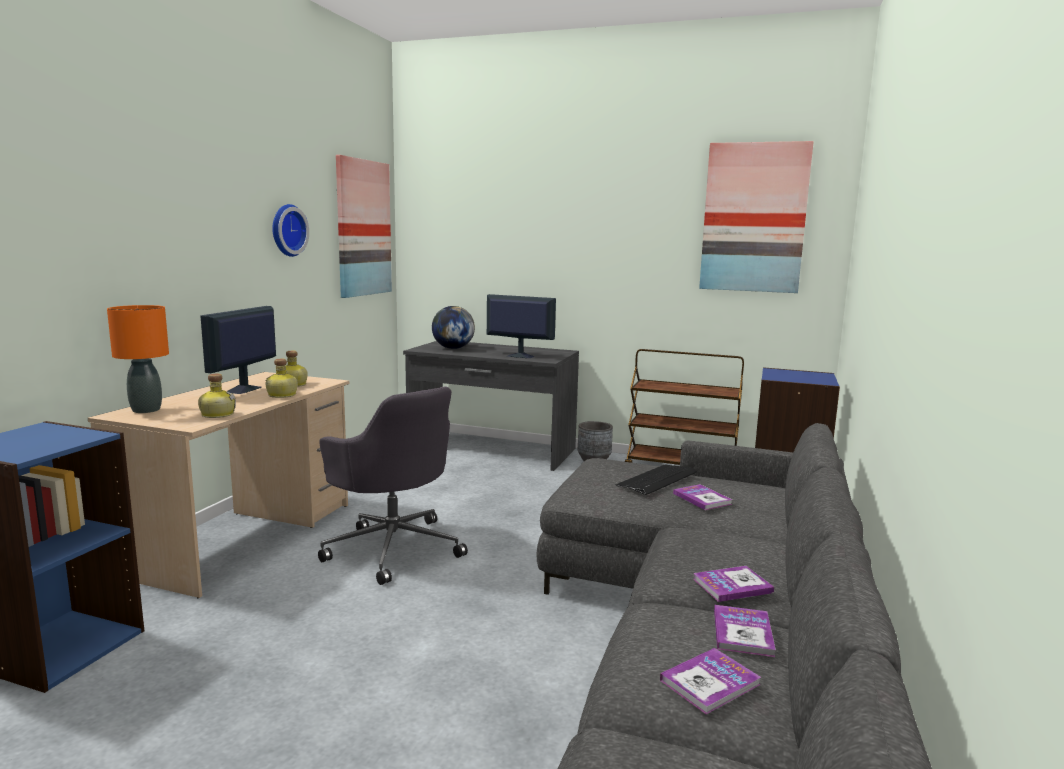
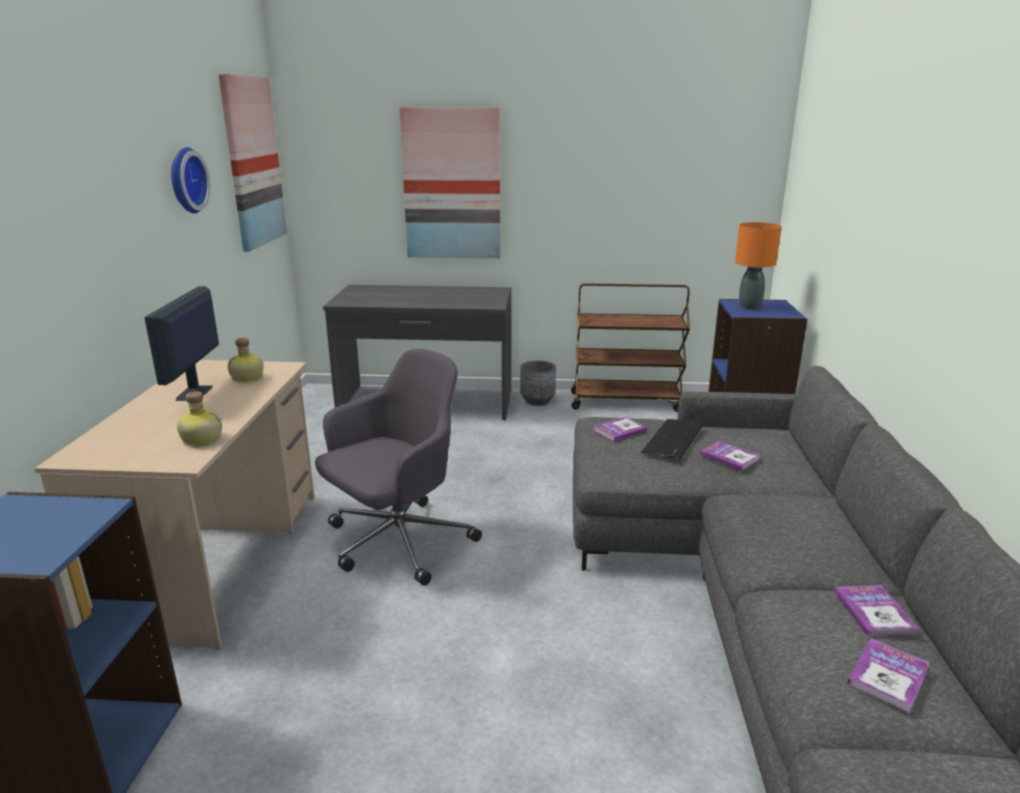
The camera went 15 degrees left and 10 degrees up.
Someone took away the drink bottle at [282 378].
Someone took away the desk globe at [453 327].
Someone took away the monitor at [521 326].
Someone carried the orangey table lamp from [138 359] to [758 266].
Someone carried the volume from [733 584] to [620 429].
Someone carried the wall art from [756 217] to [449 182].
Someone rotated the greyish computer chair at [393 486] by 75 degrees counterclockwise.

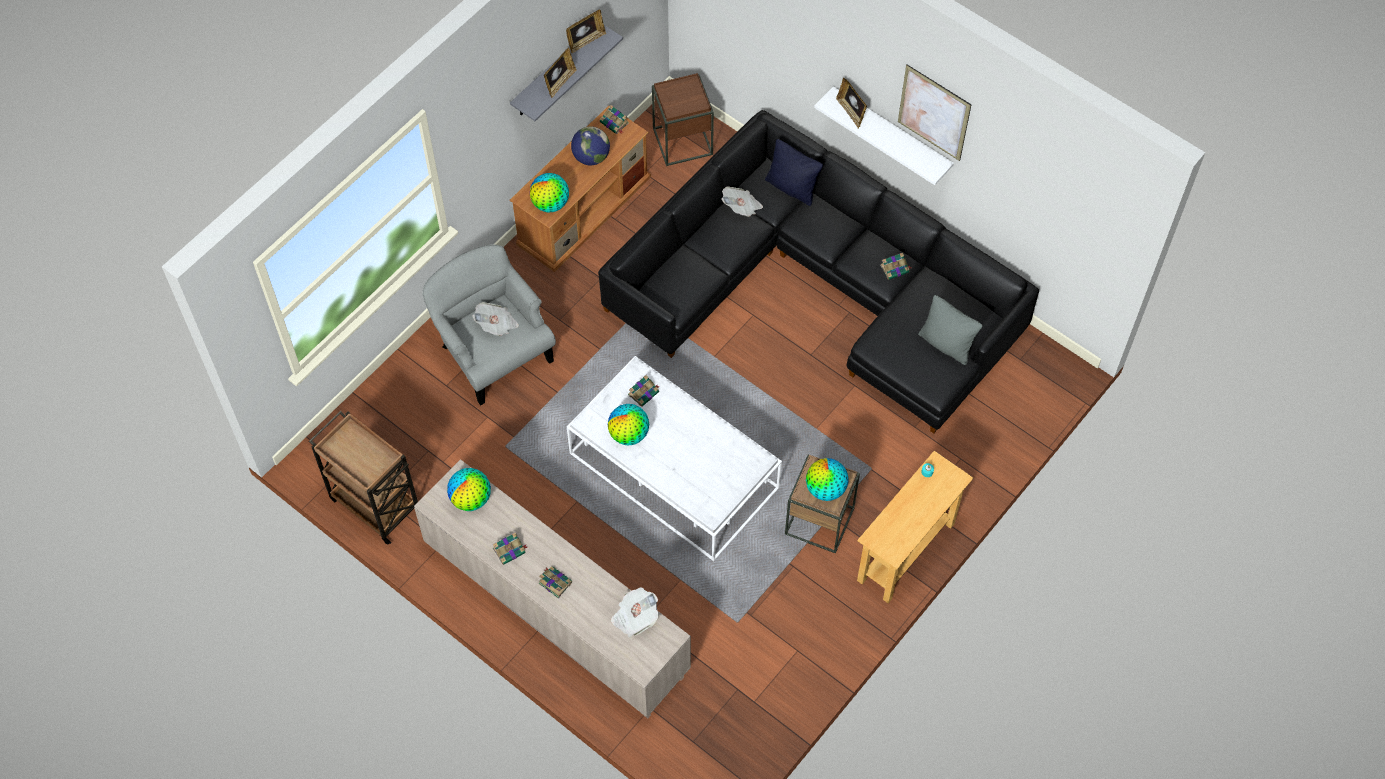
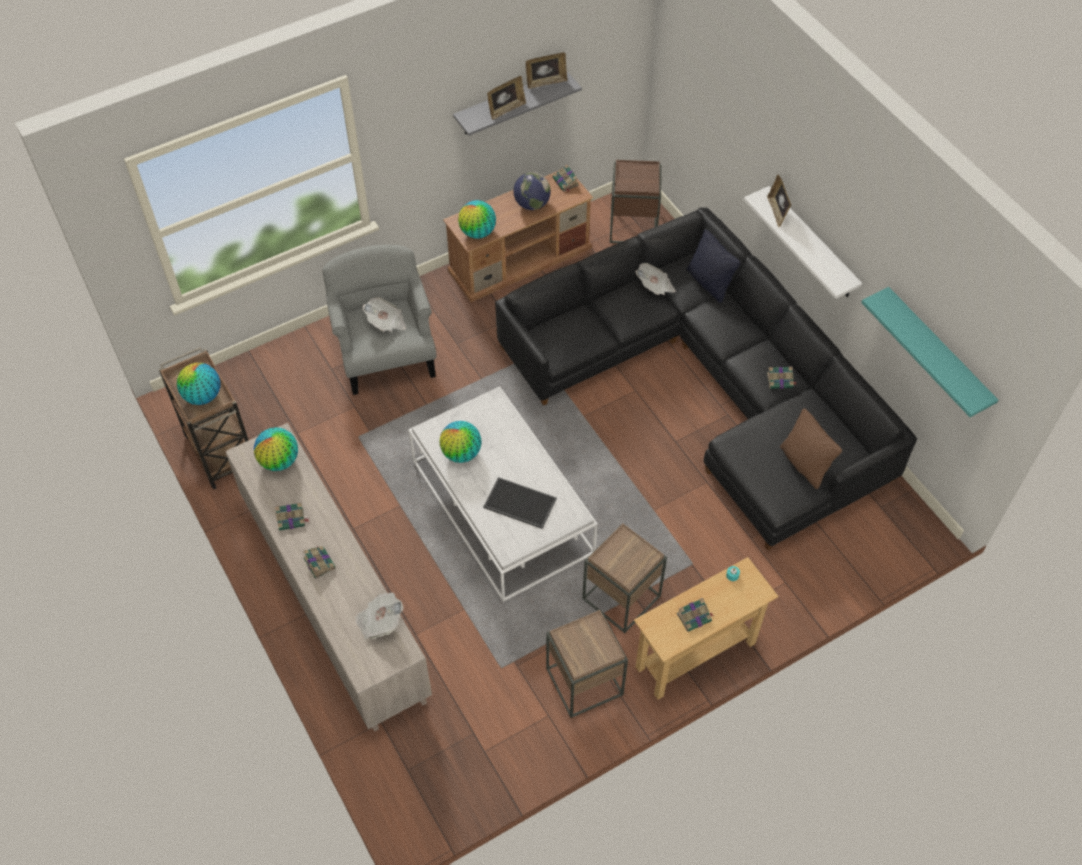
The camera went 20 degrees right and 5 degrees down.
Someone took away the wall art at [934 113].
Someone put down the tray at [520 503].
Someone put down the brown accent table at [587 664].
Someone put up the turquoise bracket shelf at [929 352].
Someone carried the volume from [644 391] to [695 615].
Someone carried the desk globe from [827 479] to [199 384].
Someone repainted the greyish pillow at [950 330], which became the brown pillow at [811 448].

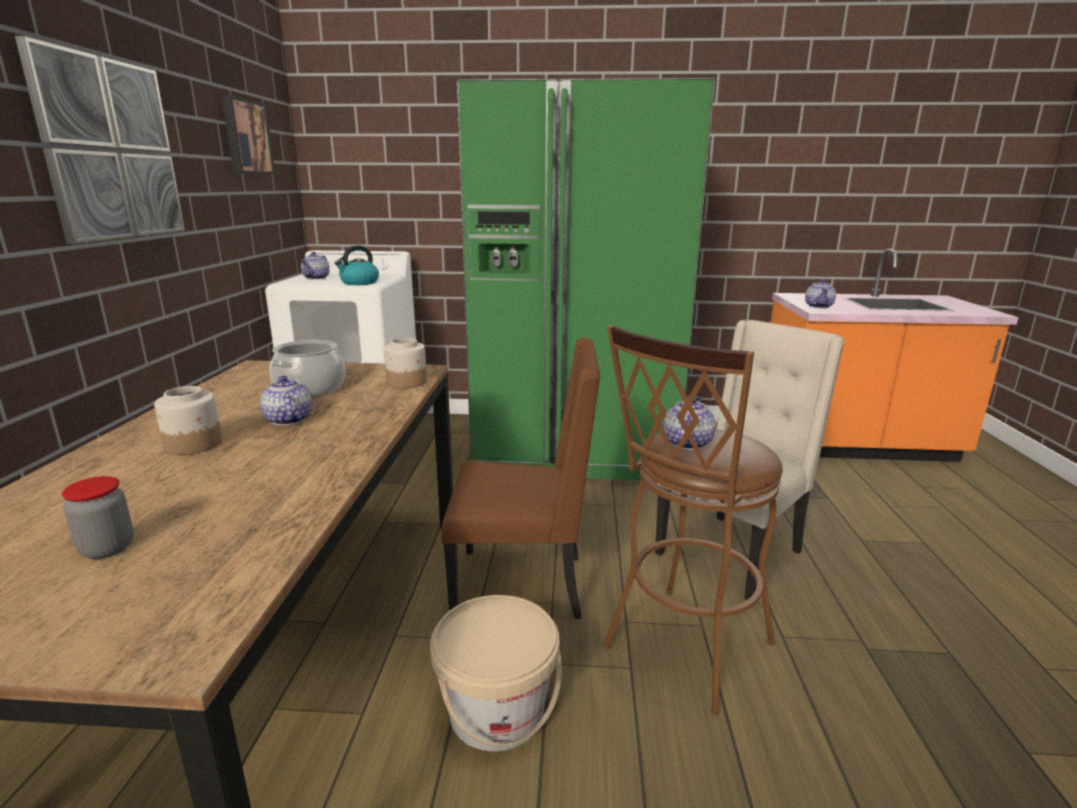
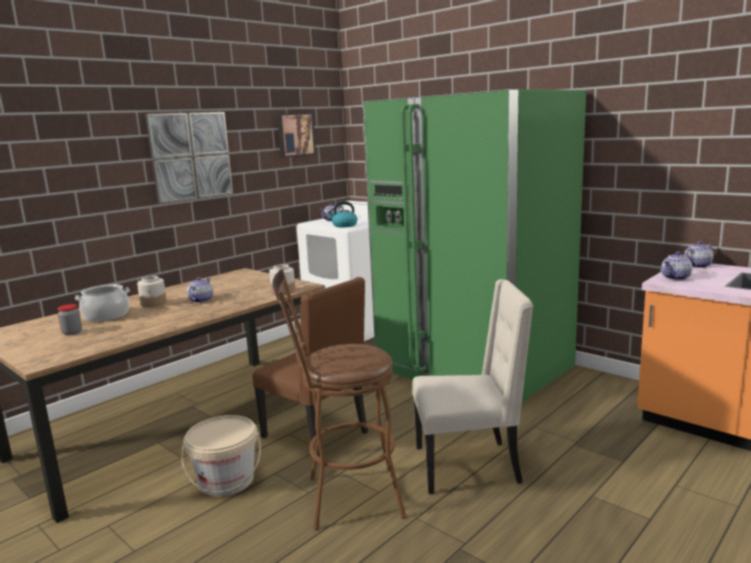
The camera went 40 degrees right and 5 degrees down.
Someone carried the saucepot from [307 368] to [102 303].
Someone carried the tea pot from [689 423] to [699 254].

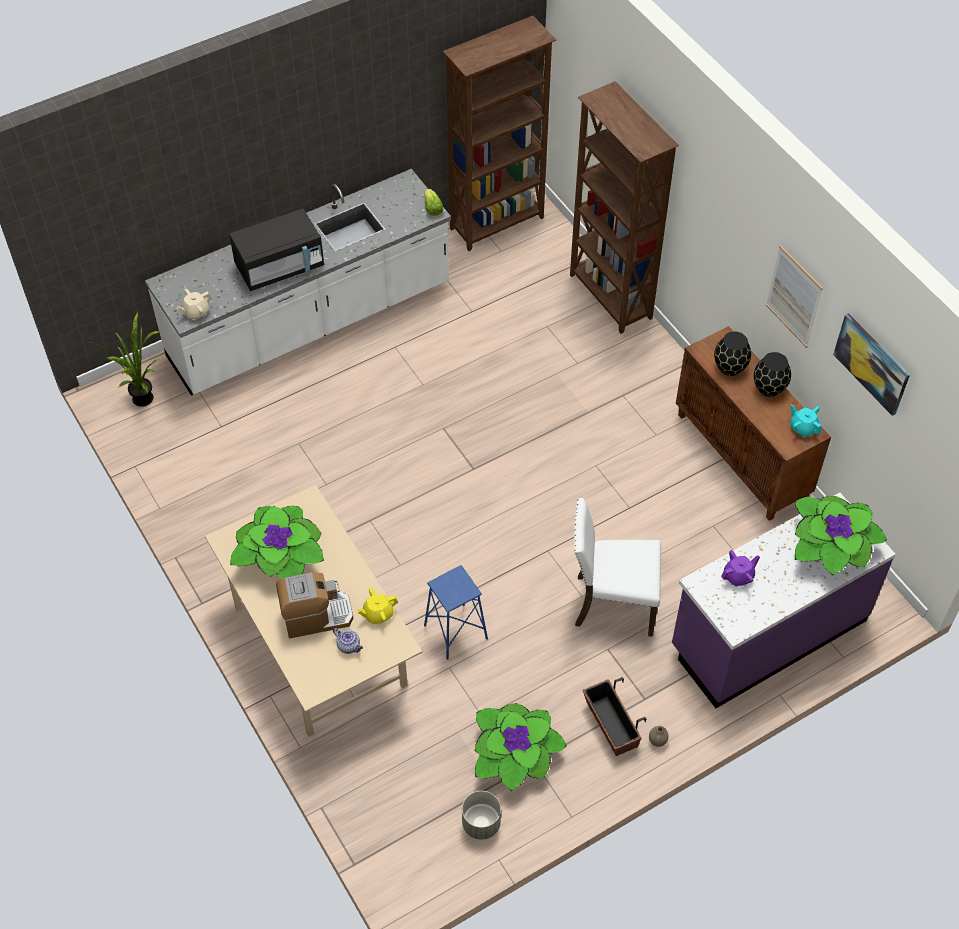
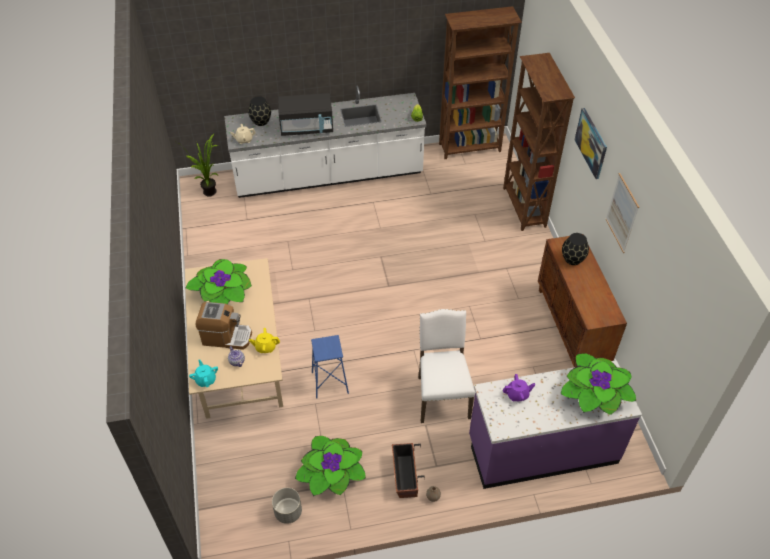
The camera went 20 degrees right and 5 degrees down.
Someone carried the blackish vase from [772 374] to [259 111].
Someone carried the turquoise tea pot from [805 420] to [203 373].
Someone carried the wall art from [871 364] to [591 143].
Someone rotated the white chair at [617 567] by 60 degrees clockwise.

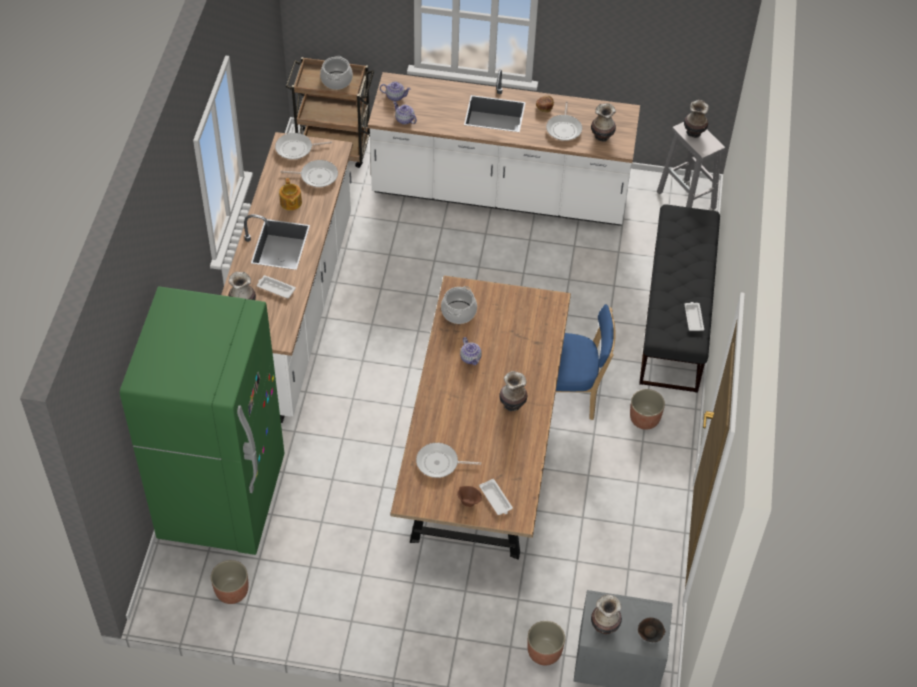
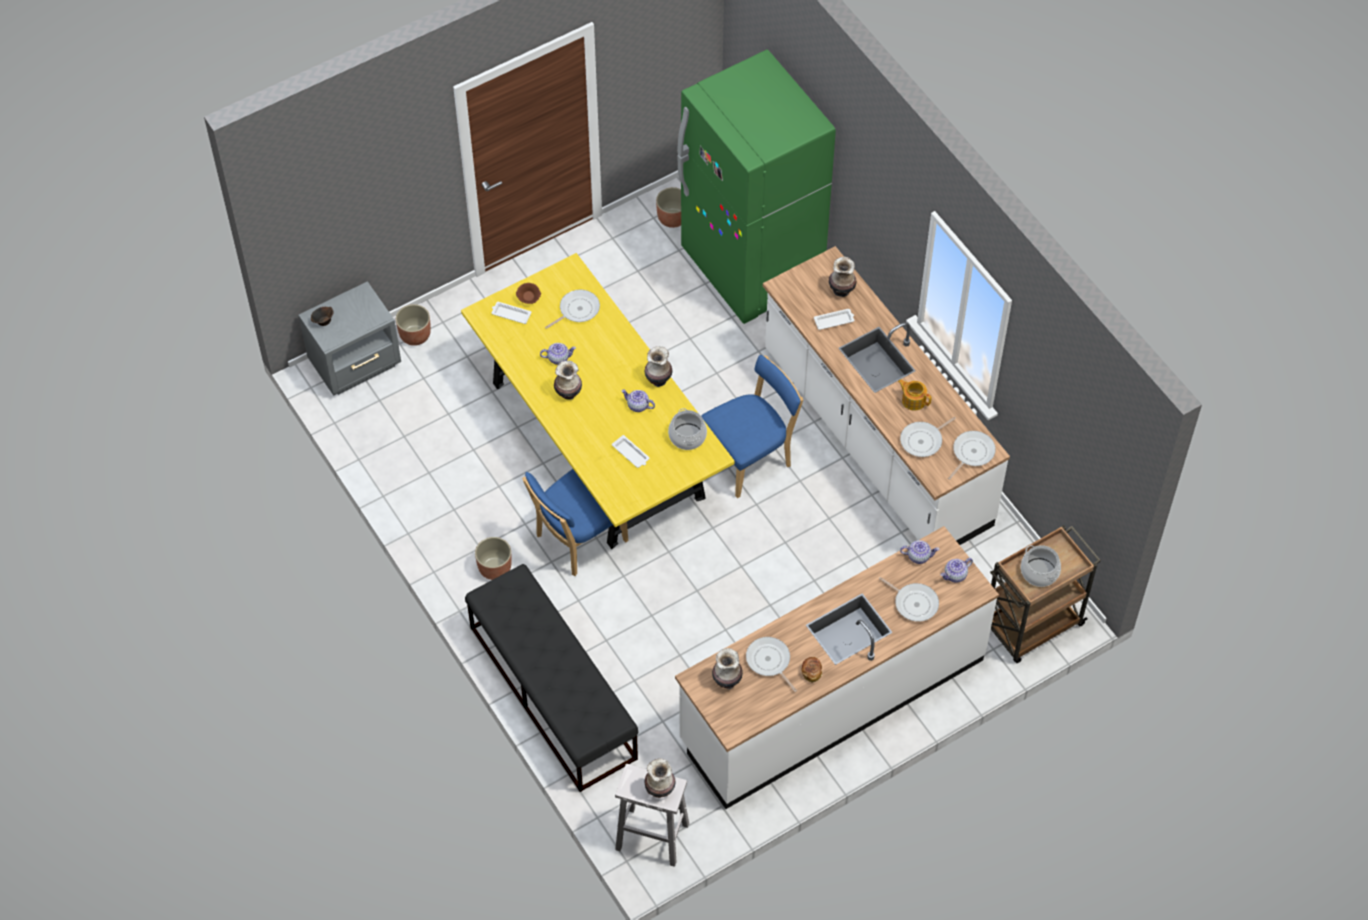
The camera went 140 degrees right and 5 degrees up.
Someone put down the tea pot at [558 354].
Someone put down the blue-coloured chair at [752 426].
Someone put down the frying pan at [909 599].
Someone carried the vase from [606 614] to [659 366].
Someone carried the white tray from [694 316] to [631 451].
Someone repainted the brown dinner table at [481 418], which became the yellowish dinner table at [598 401].

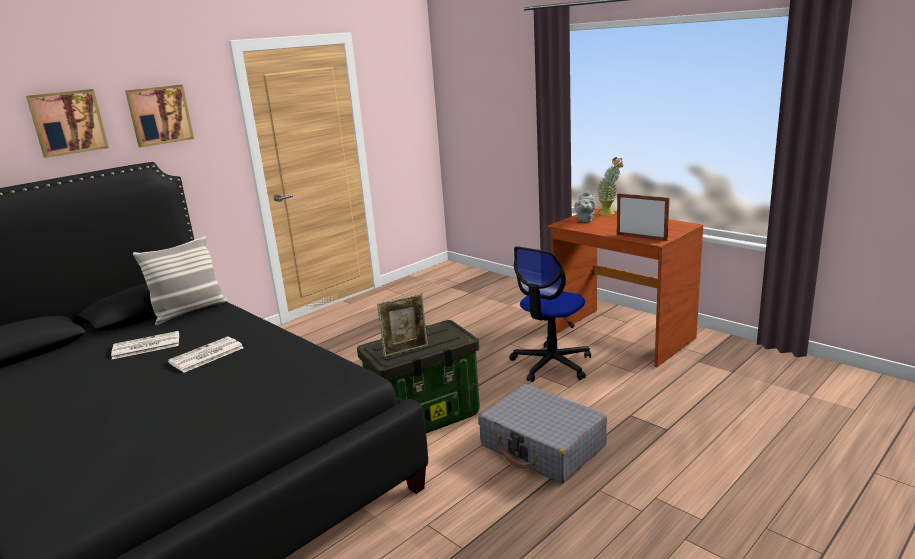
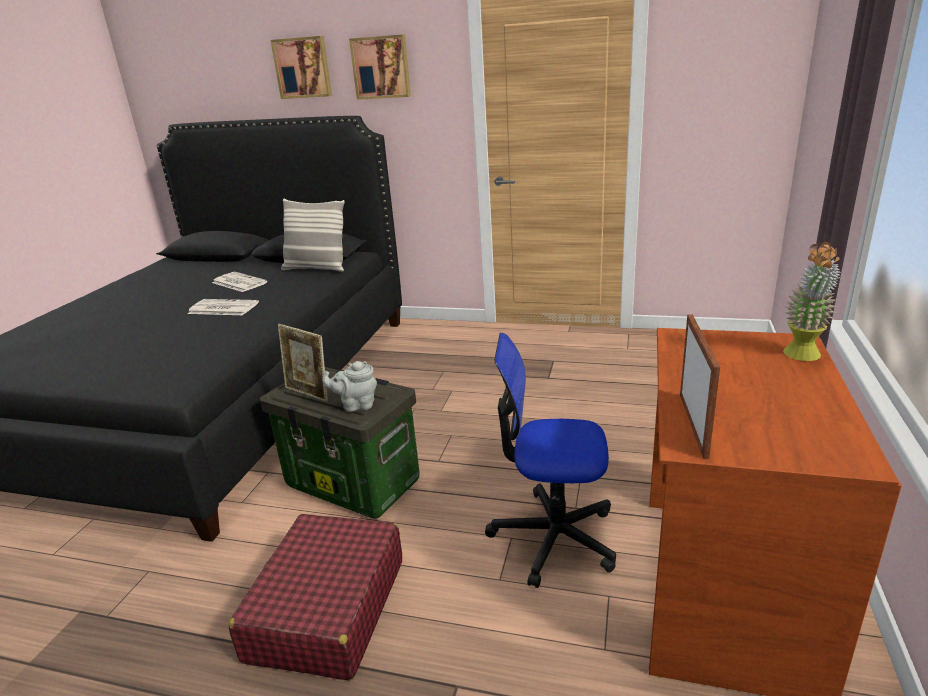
The camera went 60 degrees right and 5 degrees up.
Someone carried the greyish tea pot from [584 206] to [349 386].
Someone repainted the greyish travel case at [542 434], which became the red-coloured travel case at [315 597].

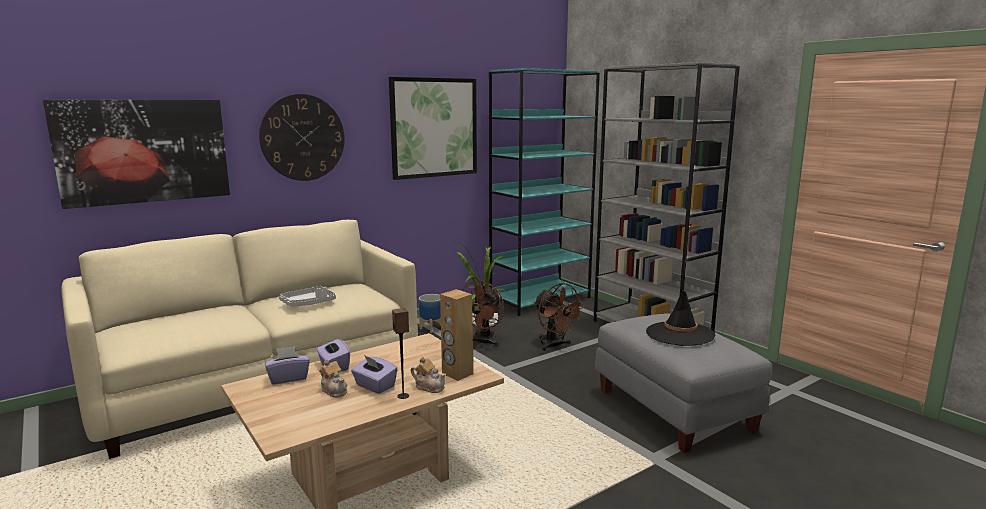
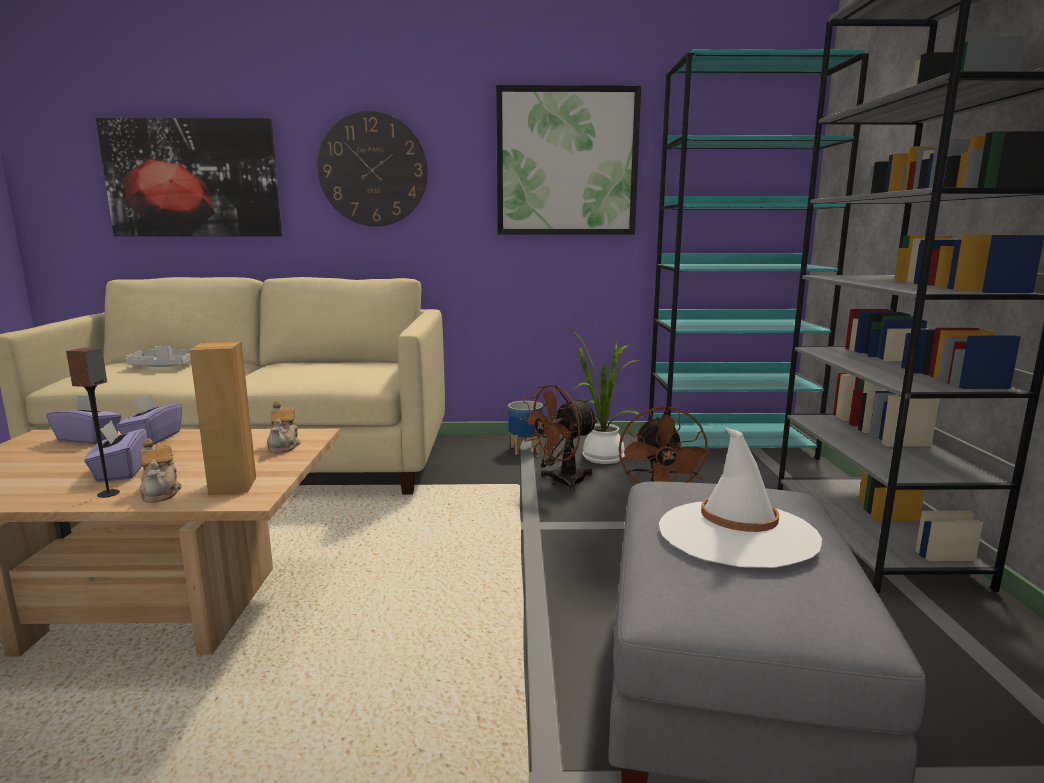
The camera went 35 degrees right and 0 degrees up.
Someone carried the greyish tray from [307 296] to [158 356].
Someone carried the tea pot from [333 378] to [284 427].
Someone repainted the blackish hat at [681 318], which became the white hat at [740 497].

